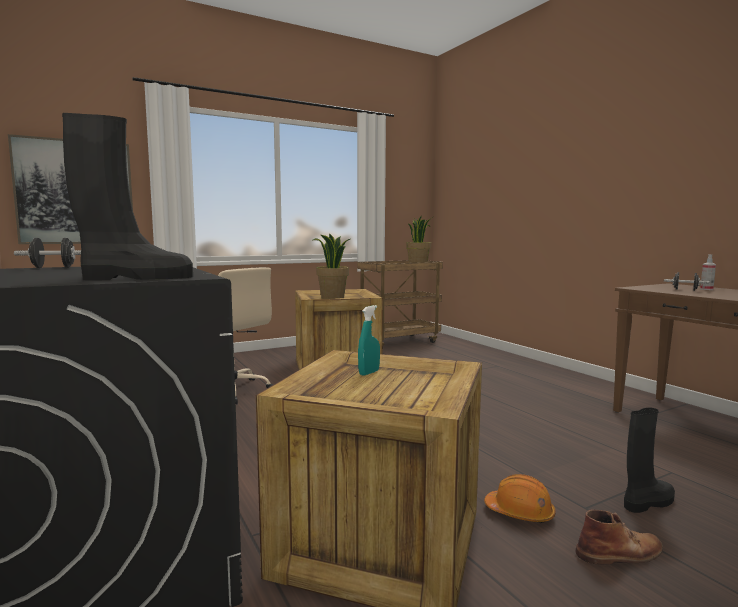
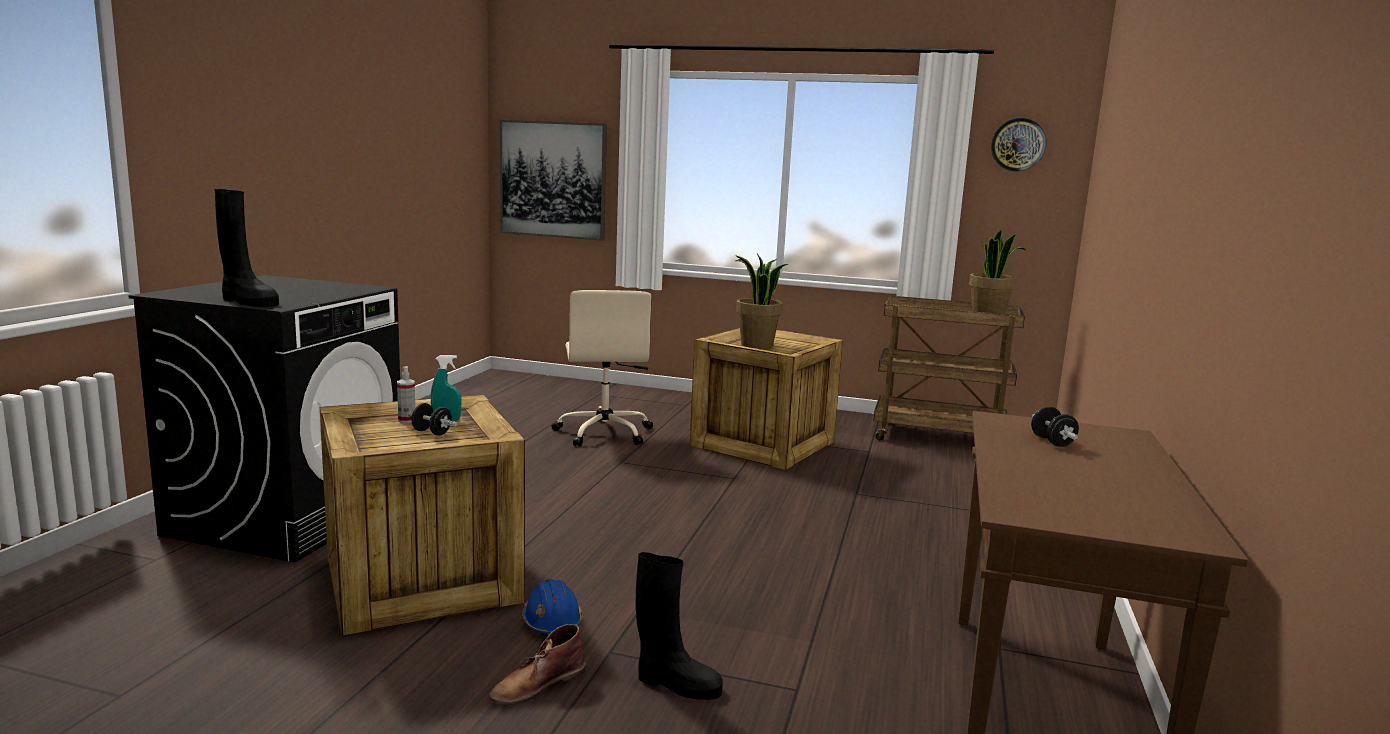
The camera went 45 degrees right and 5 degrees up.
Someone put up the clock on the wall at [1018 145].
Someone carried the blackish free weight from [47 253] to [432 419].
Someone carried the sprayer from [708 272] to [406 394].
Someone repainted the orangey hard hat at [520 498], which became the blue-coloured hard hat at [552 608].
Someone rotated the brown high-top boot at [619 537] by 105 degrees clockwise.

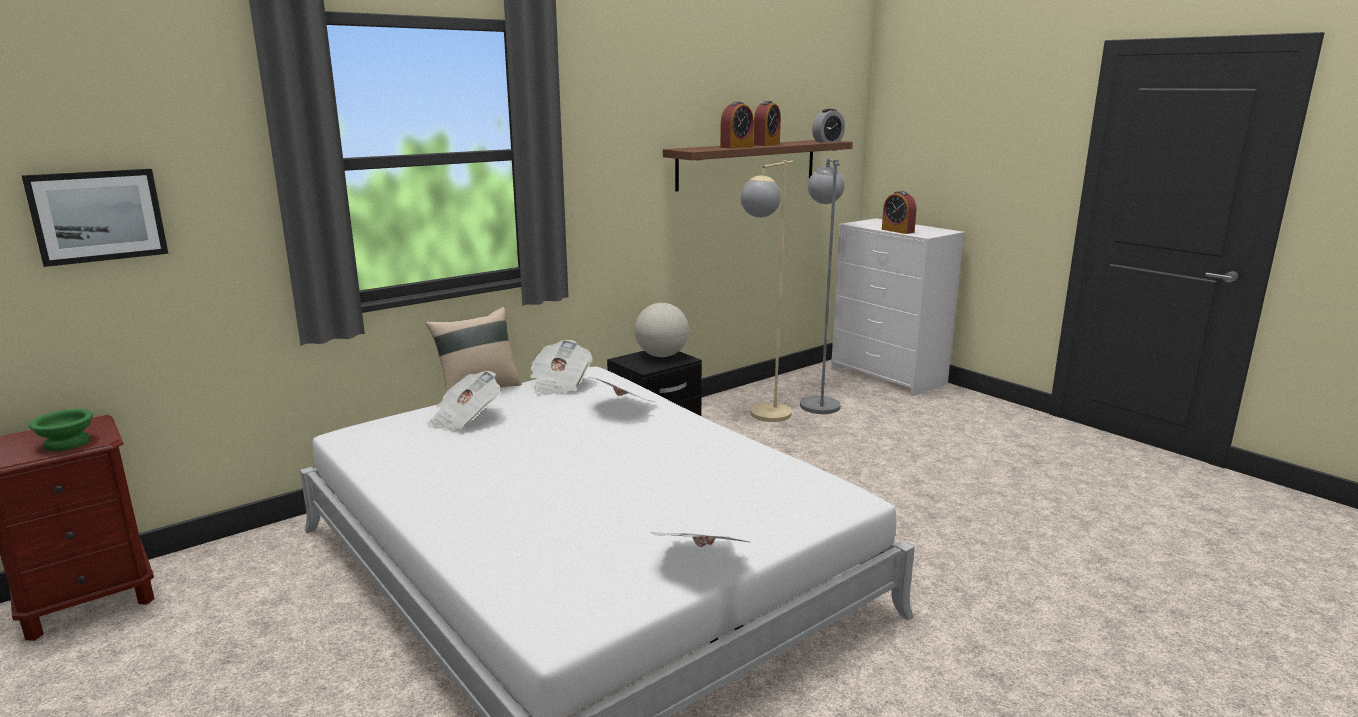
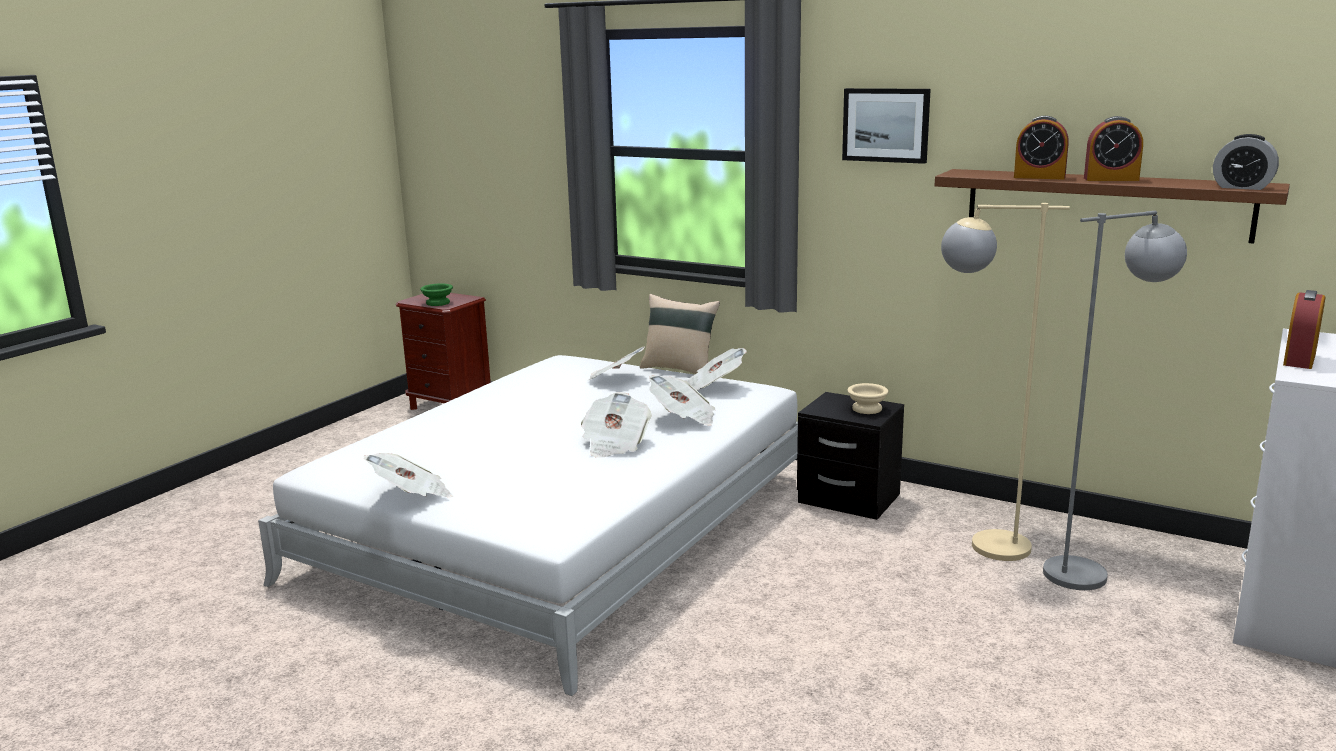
The camera went 70 degrees right and 0 degrees up.
Someone put down the newspaper at [616 425].
Someone carried the wall art from [94 218] to [886 126].
Someone swapped the desk globe at [662 330] for the beige-coloured deep dish at [867 398].

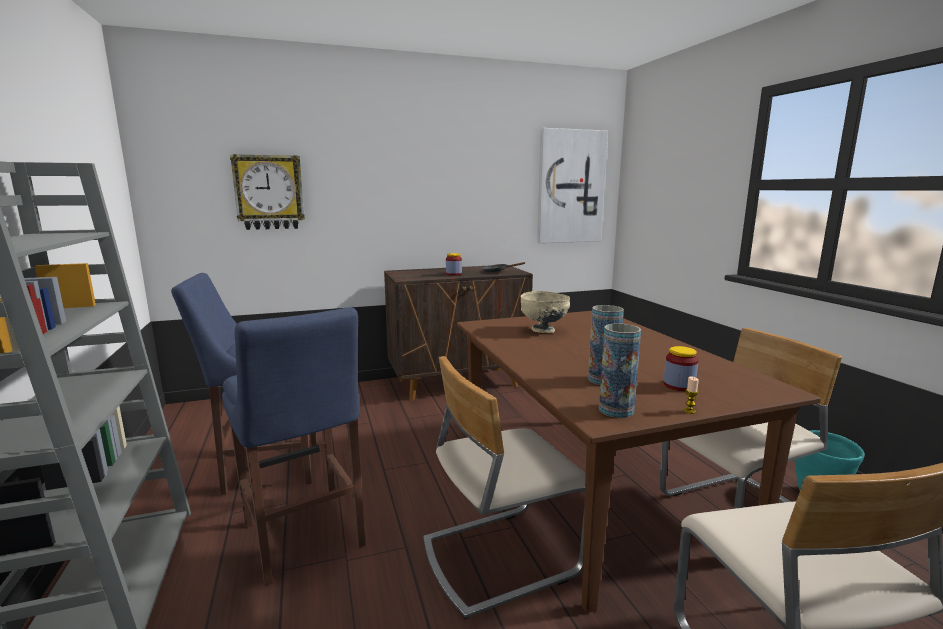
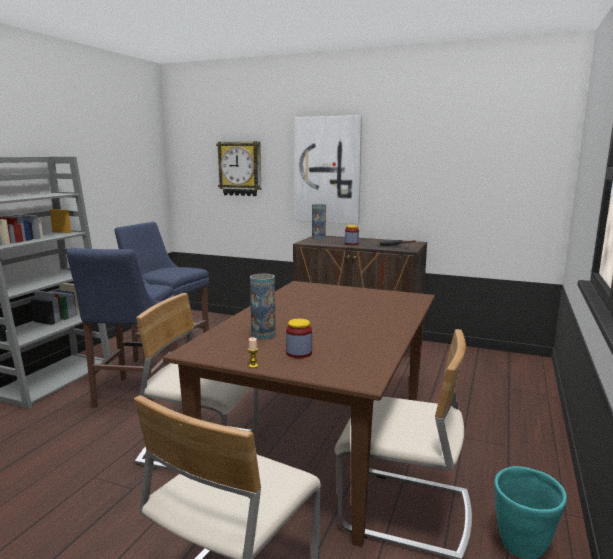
The camera went 40 degrees right and 0 degrees up.
Someone took away the beige-coloured deep dish at [545 312].
Someone carried the wall art from [572 185] to [328 169].
Someone carried the vase from [620 370] to [319 222].

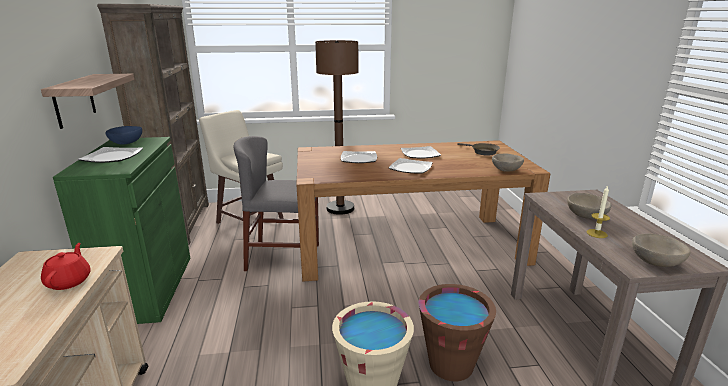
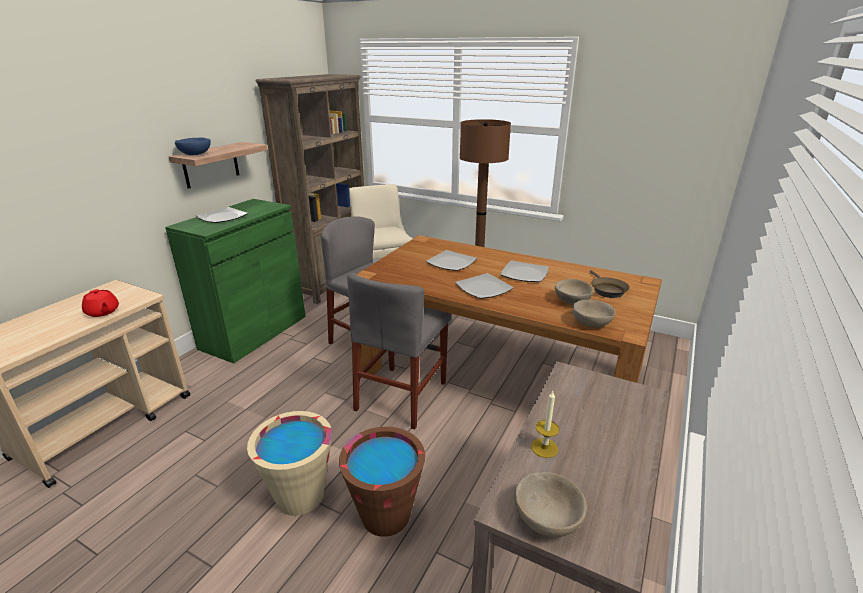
The camera went 35 degrees right and 5 degrees up.
Someone put down the greyish chair at [399 351].
Someone carried the blue-coloured deep dish from [123 135] to [193 146].
Someone carried the beige-coloured deep dish from [589 206] to [574 291].
Someone rotated the red-coloured tea pot at [65 266] by 105 degrees clockwise.

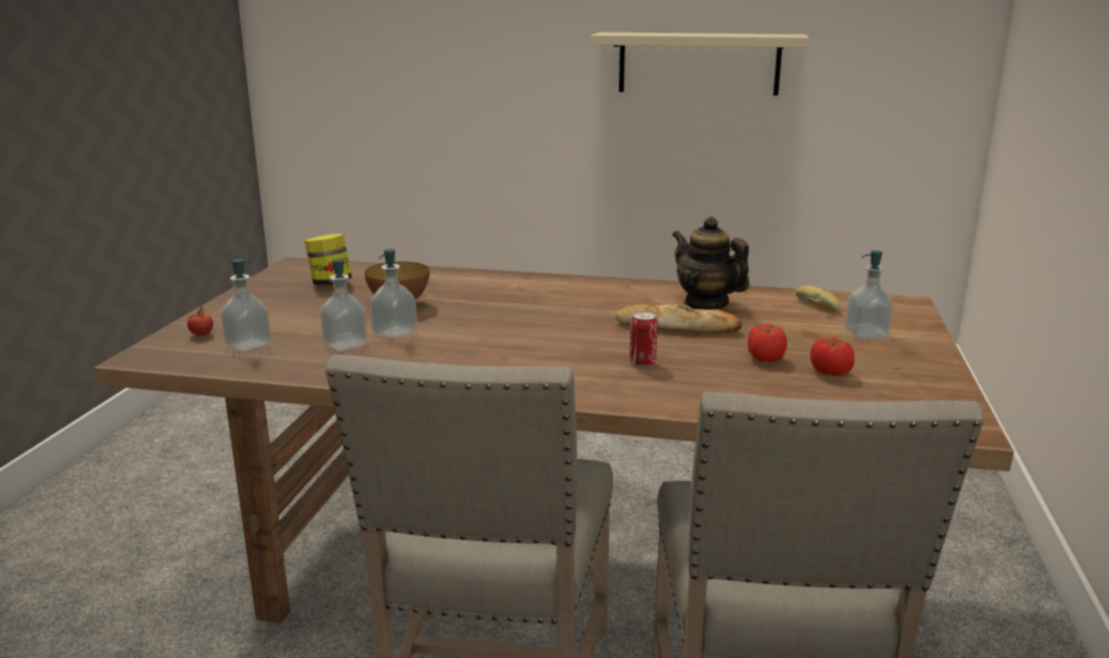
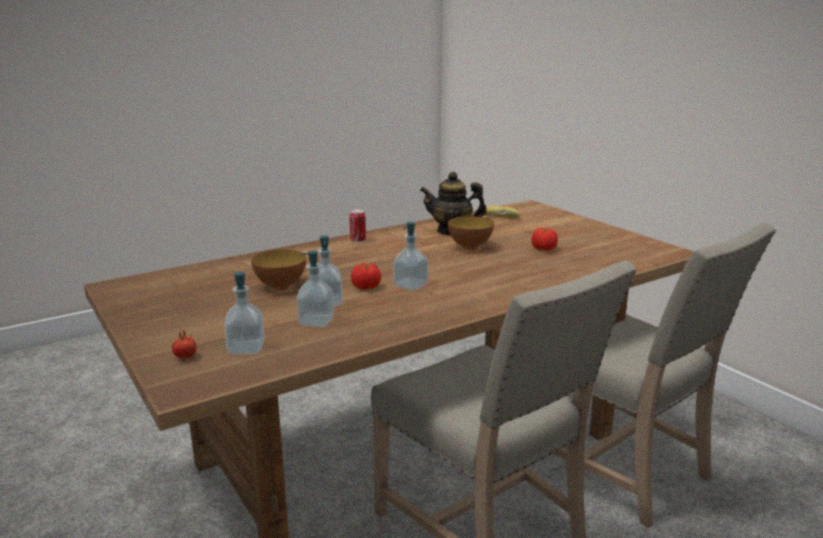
The camera went 45 degrees left and 0 degrees up.
Someone took away the preserve jar at [328 259].
Someone took away the beige-coloured bracket shelf at [699 63].
Someone carried the sealed can from [644 339] to [357 225].
Someone carried the tomato from [832 357] to [366 276].
Someone carried the liquid soap bottle from [869 294] to [410 256].
Someone swapped the baked bread at [678 318] for the deep dish at [471 233].

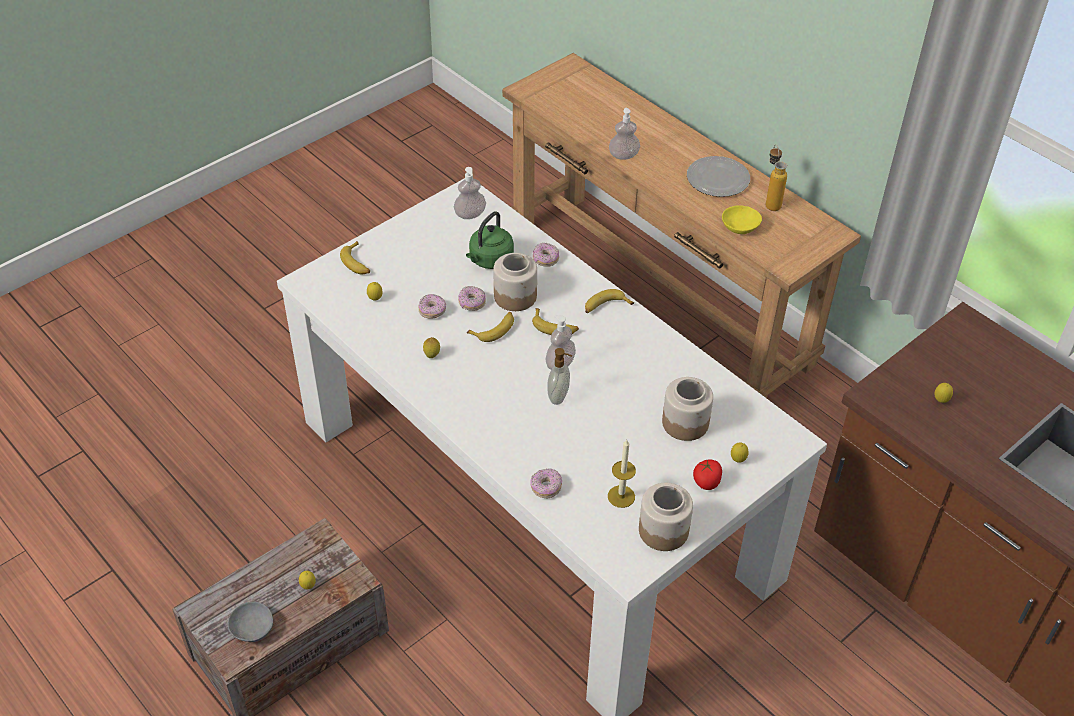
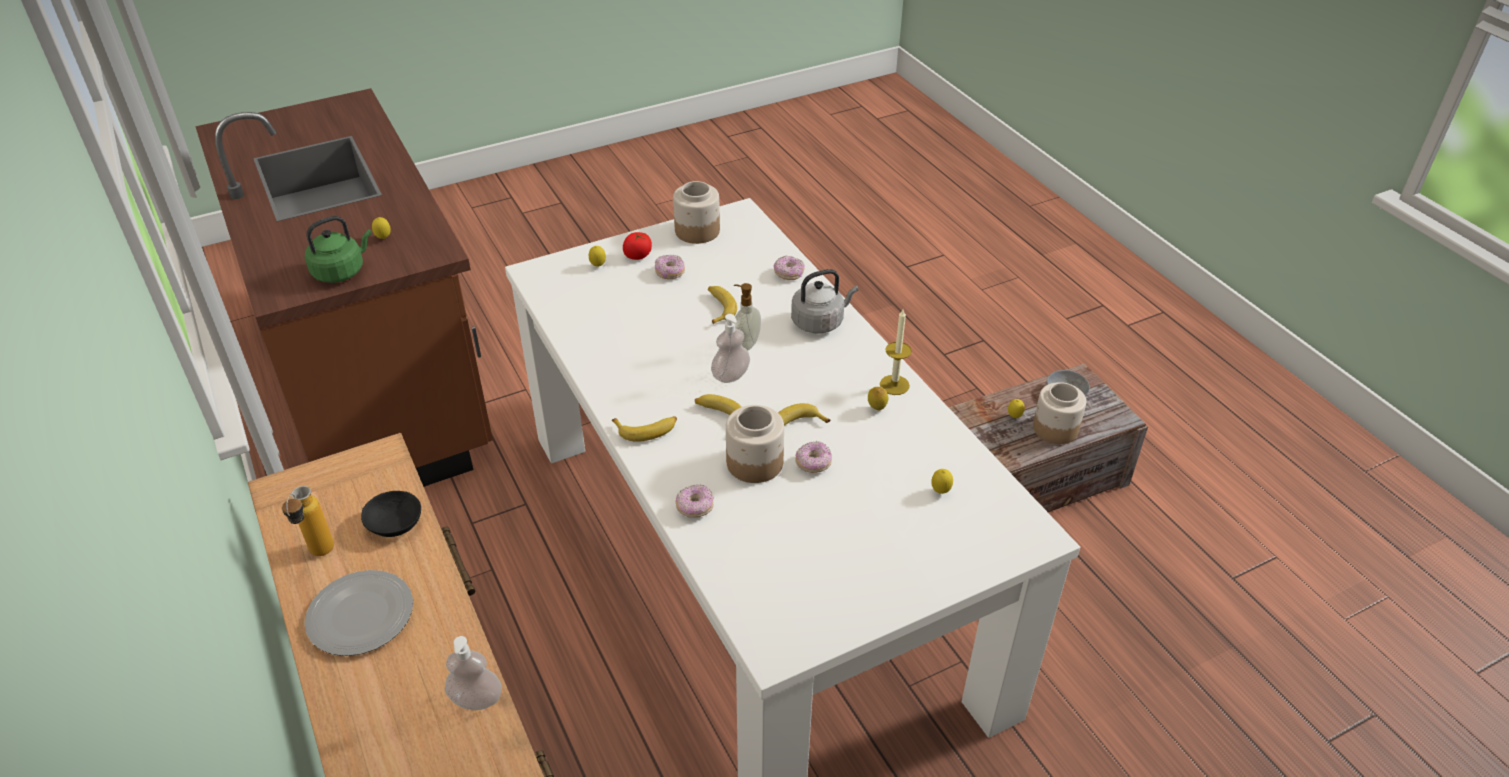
The camera went 165 degrees left and 5 degrees down.
Someone took away the liquid soap bottle at [470 193].
Someone put down the greyish water kettle at [825 301].
Someone carried the banana from [355 258] to [722 305].
Someone carried the ring doughnut from [432 306] to [670 267].
Someone carried the green-coloured water kettle from [490 240] to [338 249].
Someone carried the wax candle from [622 474] to [896 352].
Someone carried the preserve jar from [687 409] to [1059 413].
Someone repainted the yellowish deep dish at [742 219], which became the blackish deep dish at [391 514].

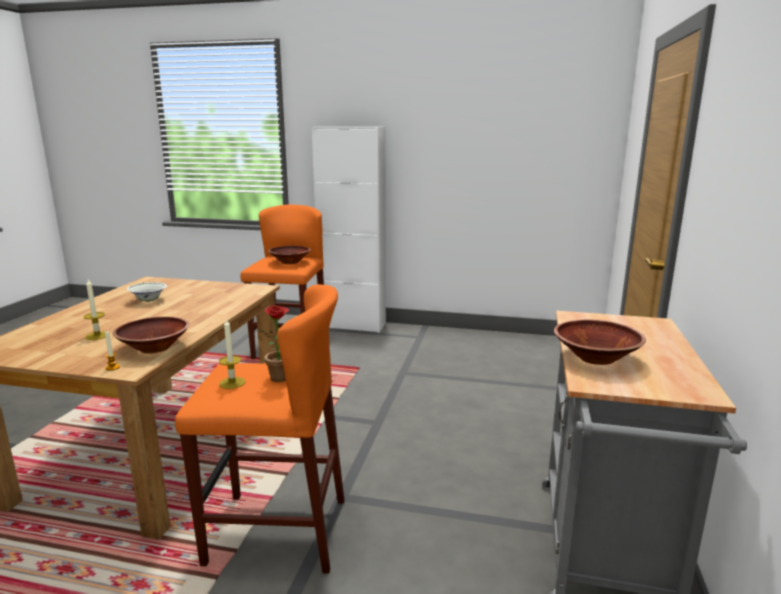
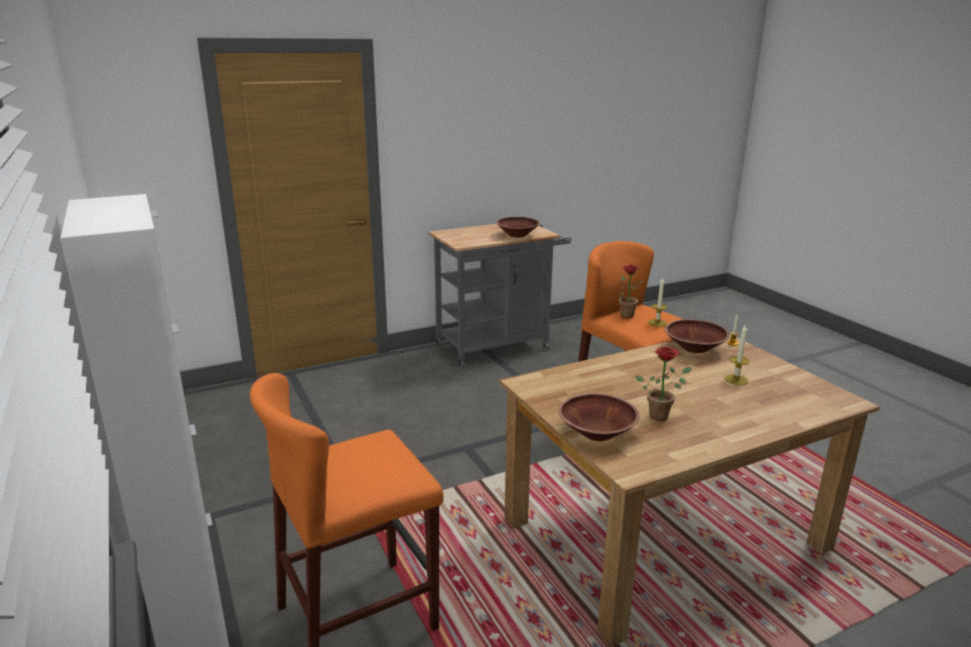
The camera went 130 degrees left and 5 degrees up.
Someone carried the brown deep dish from [289 255] to [599 417].
Someone swapped the white deep dish at [147 292] for the houseplant at [663 384].

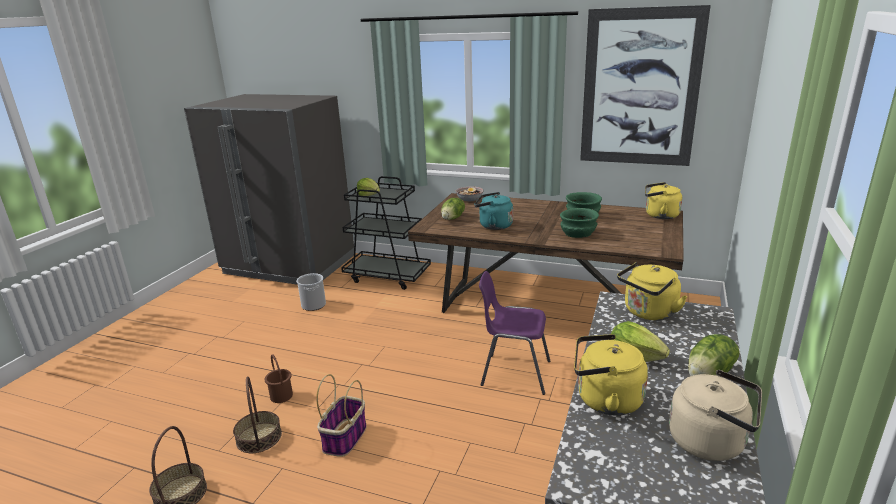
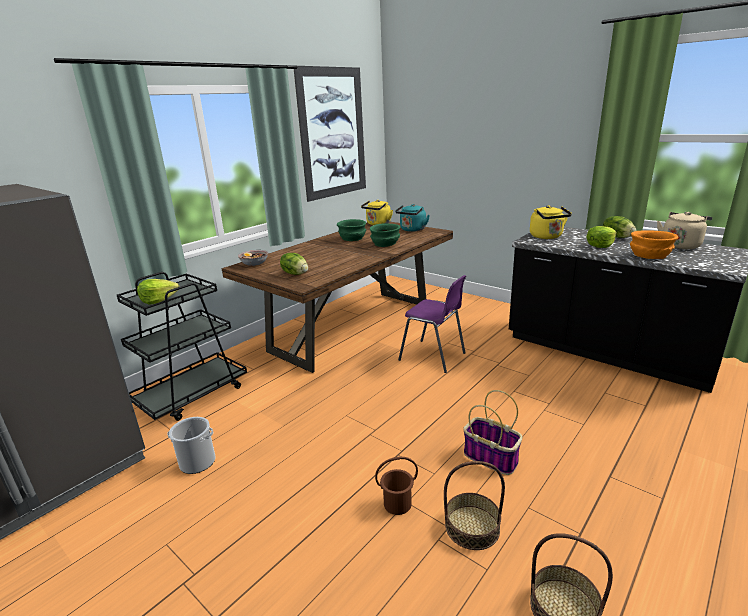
The camera went 70 degrees left and 0 degrees up.
Someone carried the turquoise water kettle from [493 211] to [412 218].
Someone swapped the yellowish water kettle at [611 375] for the orangey deep dish at [654 244].
Someone rotated the purple chair at [514 333] by 90 degrees counterclockwise.

